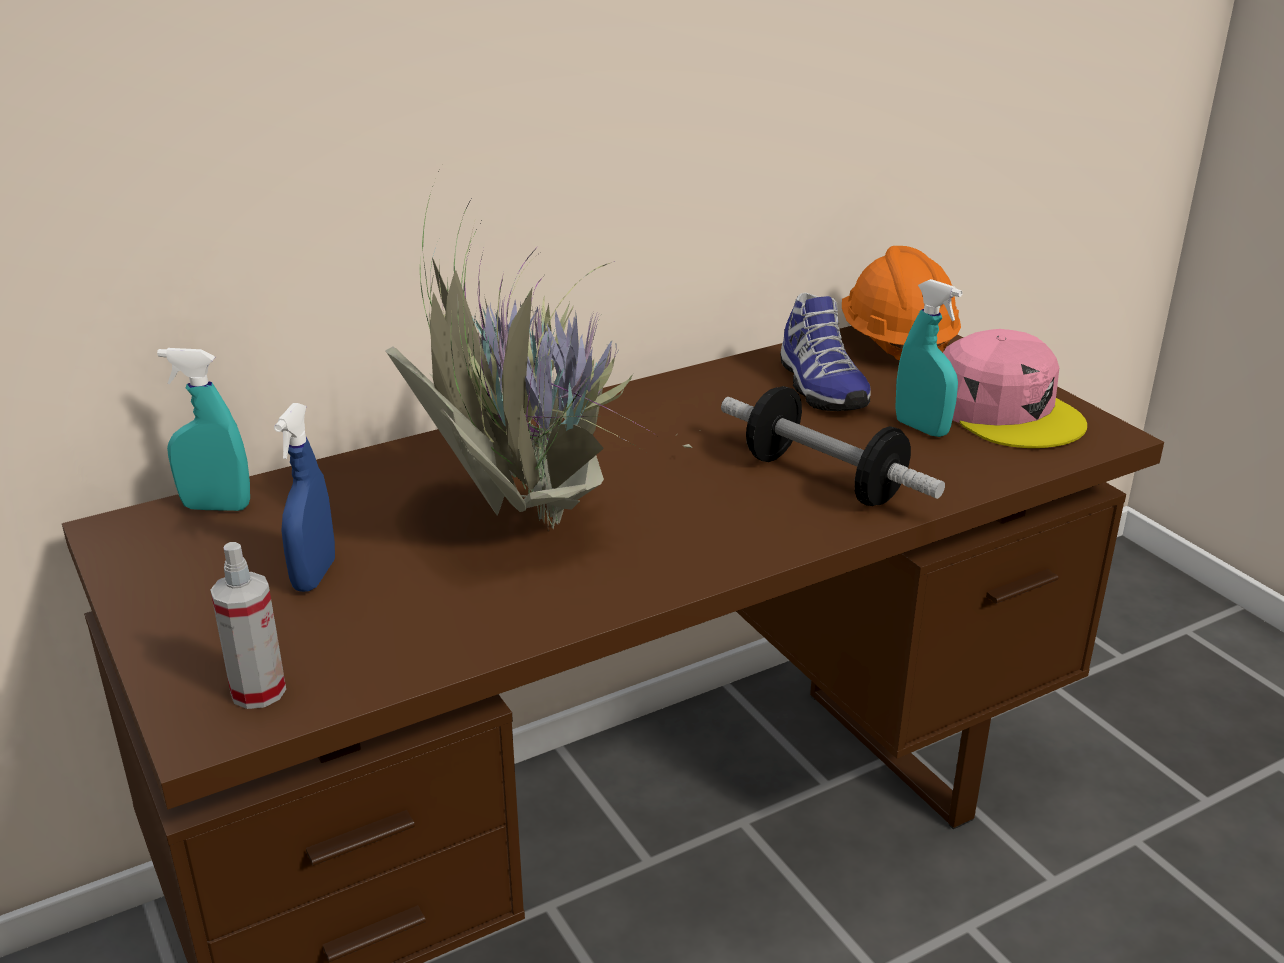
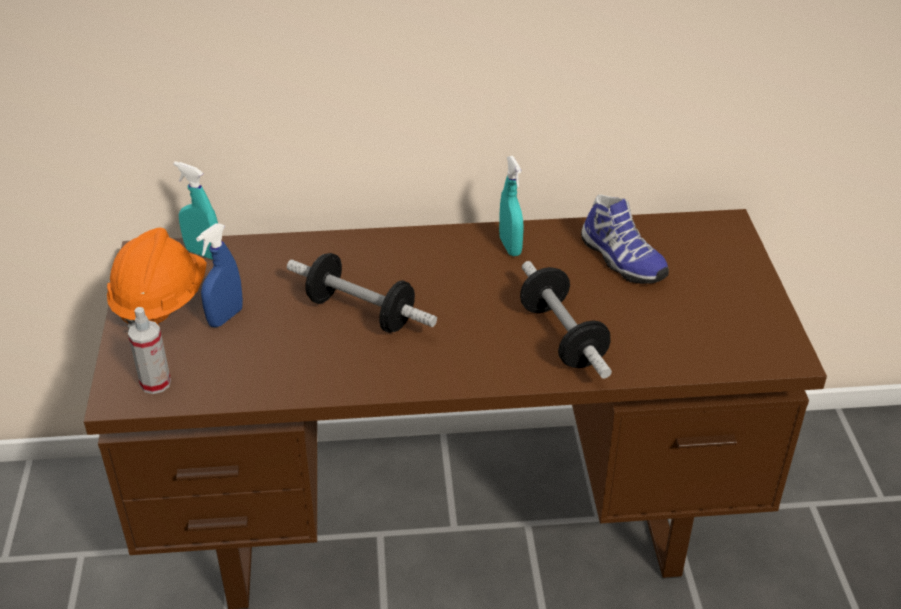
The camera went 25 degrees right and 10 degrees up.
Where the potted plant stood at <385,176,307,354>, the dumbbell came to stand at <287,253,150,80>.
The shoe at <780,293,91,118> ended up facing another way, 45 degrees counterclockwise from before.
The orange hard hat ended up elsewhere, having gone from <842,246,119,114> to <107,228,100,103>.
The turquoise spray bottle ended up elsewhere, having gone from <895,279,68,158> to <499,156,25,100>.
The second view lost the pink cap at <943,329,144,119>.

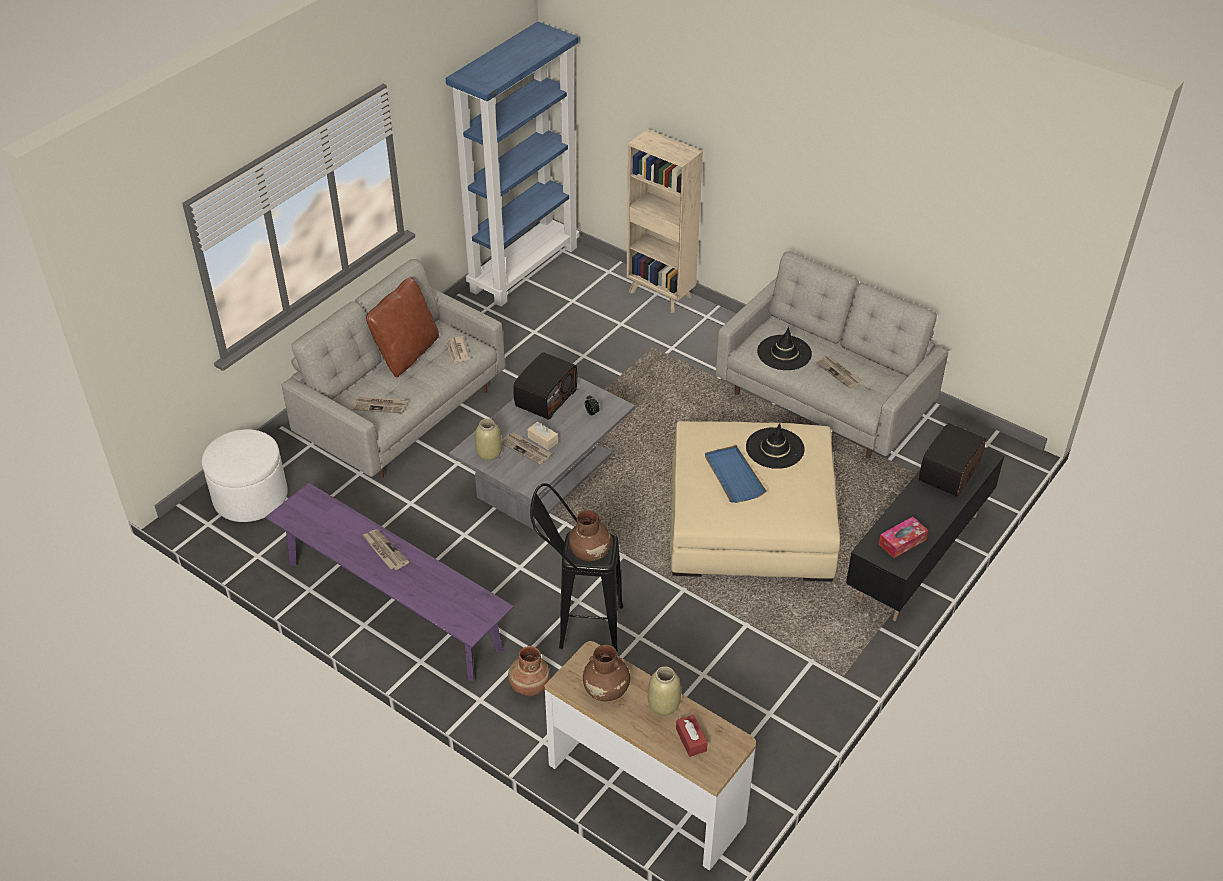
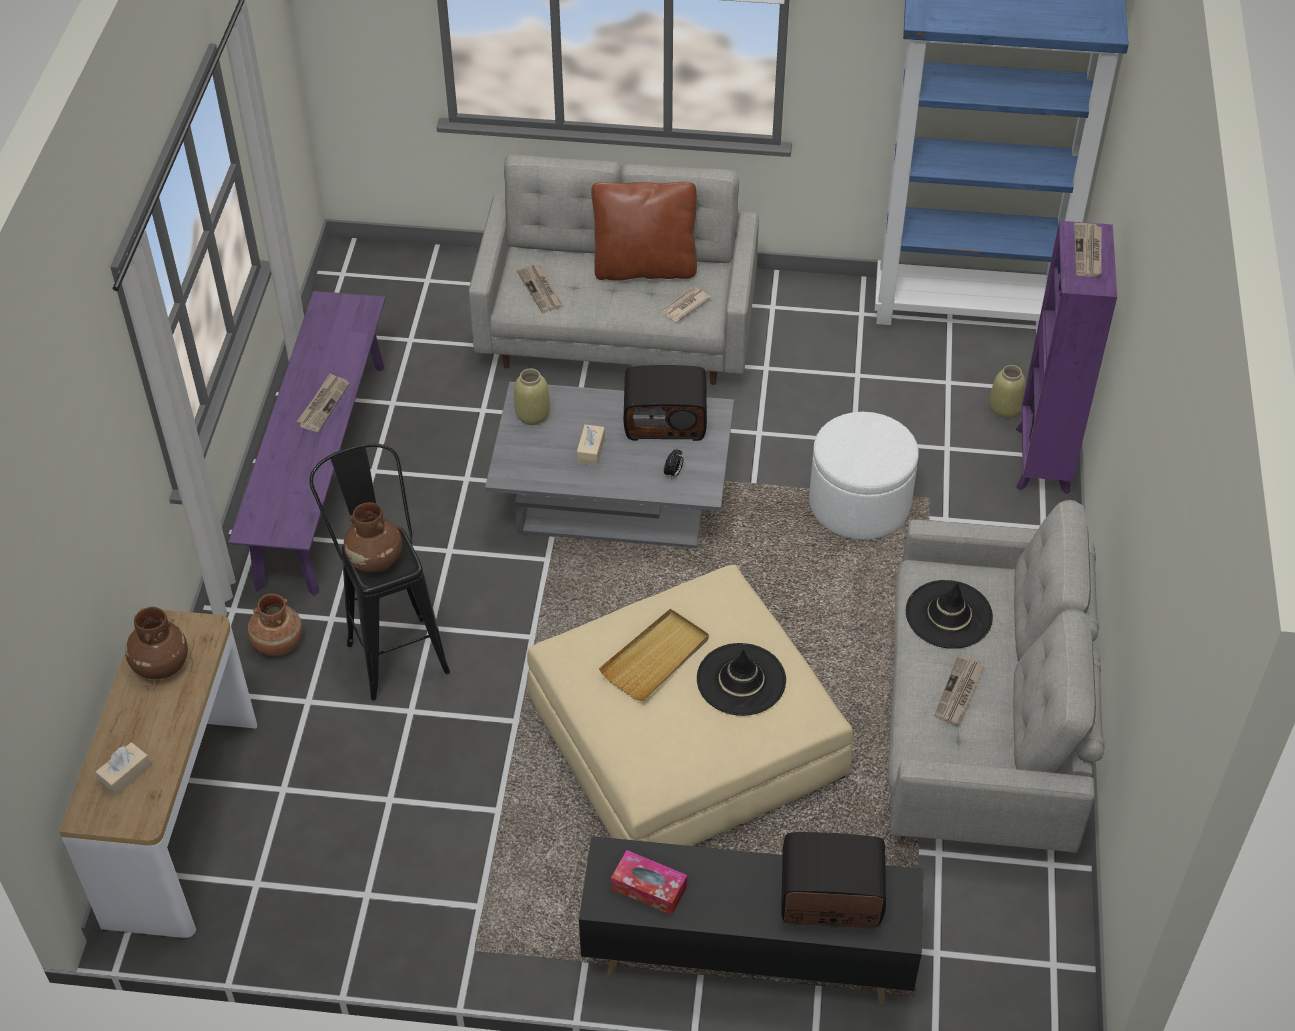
The camera went 60 degrees right and 5 degrees up.
The white ottoman ended up elsewhere, having gone from <202,429,85,93> to <809,412,110,128>.
The newspaper ended up elsewhere, having gone from <502,432,50,33> to <1074,223,28,54>.
What was the beige bookcase at <627,129,76,184> turned into the purple bookcase at <1015,221,102,273>.
The beige vase ended up elsewhere, having gone from <648,666,33,50> to <990,365,36,53>.
What was the red tissue box at <676,715,32,42> turned into the beige tissue box at <95,742,56,54>.
What was the blue tray at <705,445,62,58> turned into the beige tray at <599,609,110,92>.

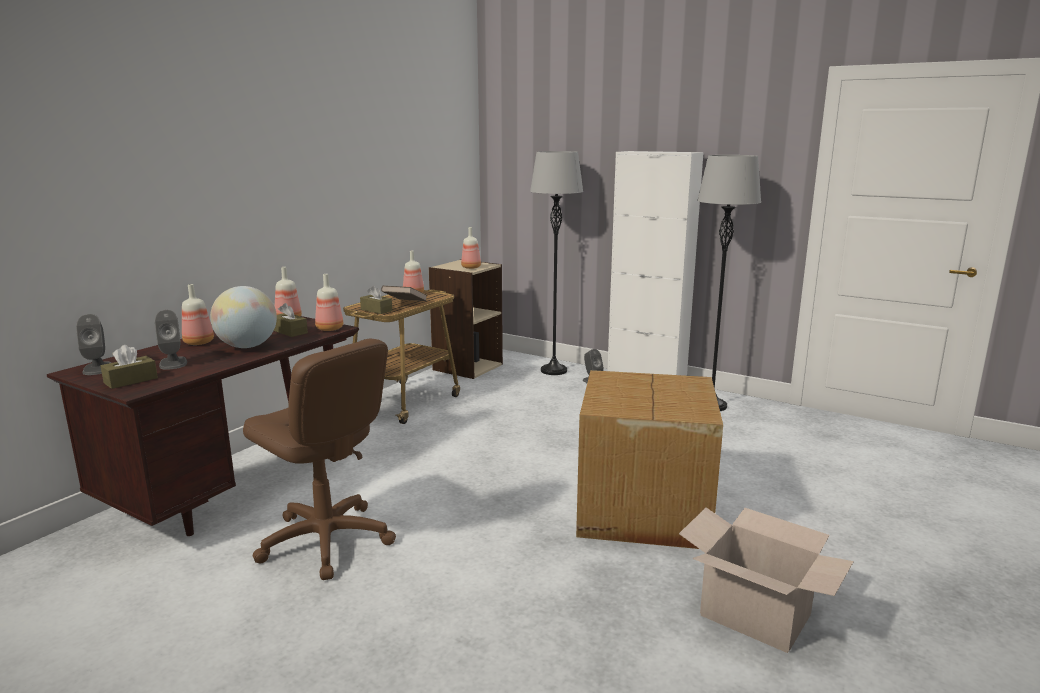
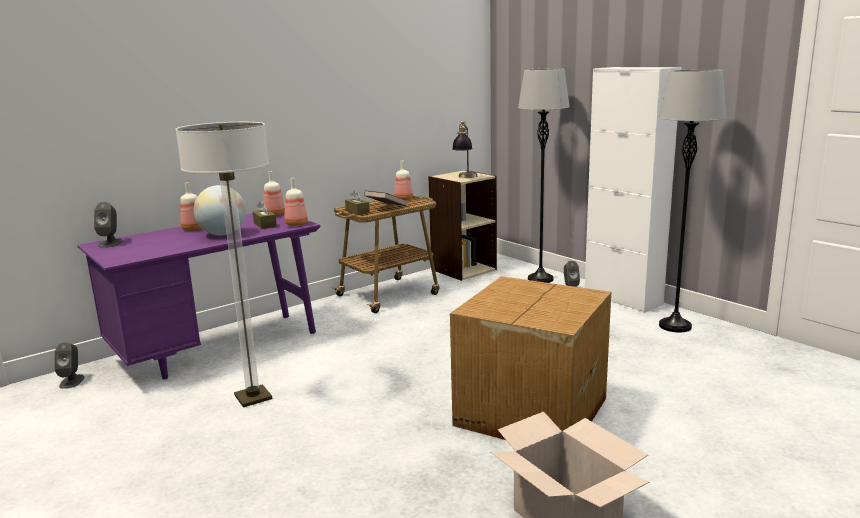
The camera went 20 degrees right and 0 degrees up.
What was the brown desk at <47,316,312,220> turned into the purple desk at <77,213,244,167>.
The second view lost the brown tissue box at <101,345,57,44>.
The grey speaker ended up elsewhere, having gone from <155,310,32,60> to <54,342,31,47>.
Where the brown office chair stood at <243,339,153,241>, the floor lamp came to stand at <175,122,98,285>.
Where the bottle stood at <461,227,20,42>, the table lamp came to stand at <452,121,25,57>.

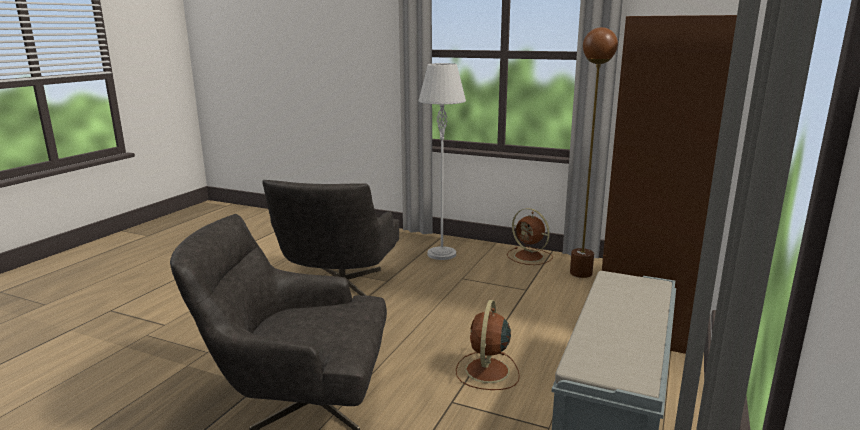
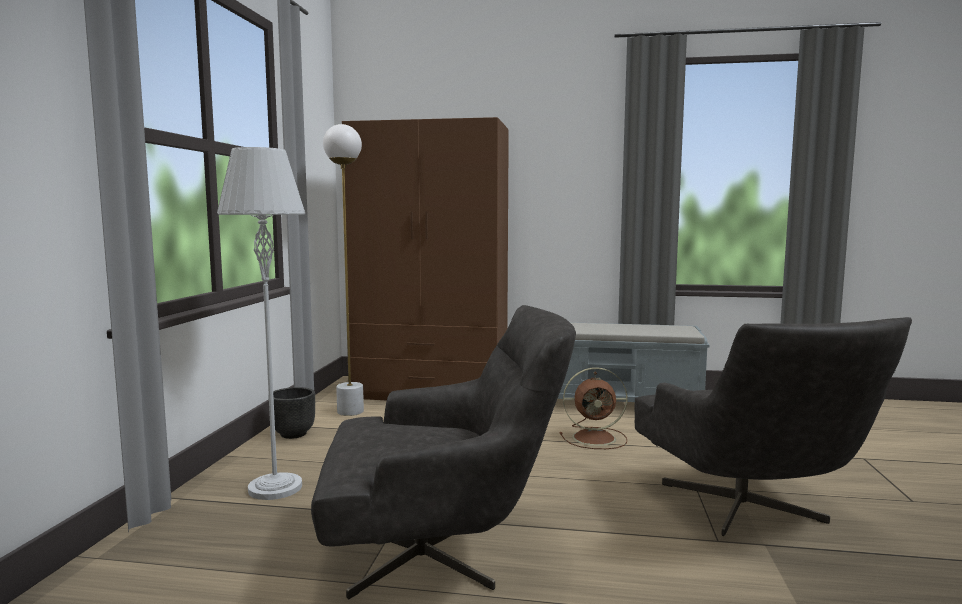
The camera went 105 degrees left and 10 degrees down.
Where the brown fan stood at <507,208,46,57>, the black planter came to stand at <273,387,42,52>.
What was the brown floor lamp at <570,27,48,251> turned into the white floor lamp at <323,124,41,292>.

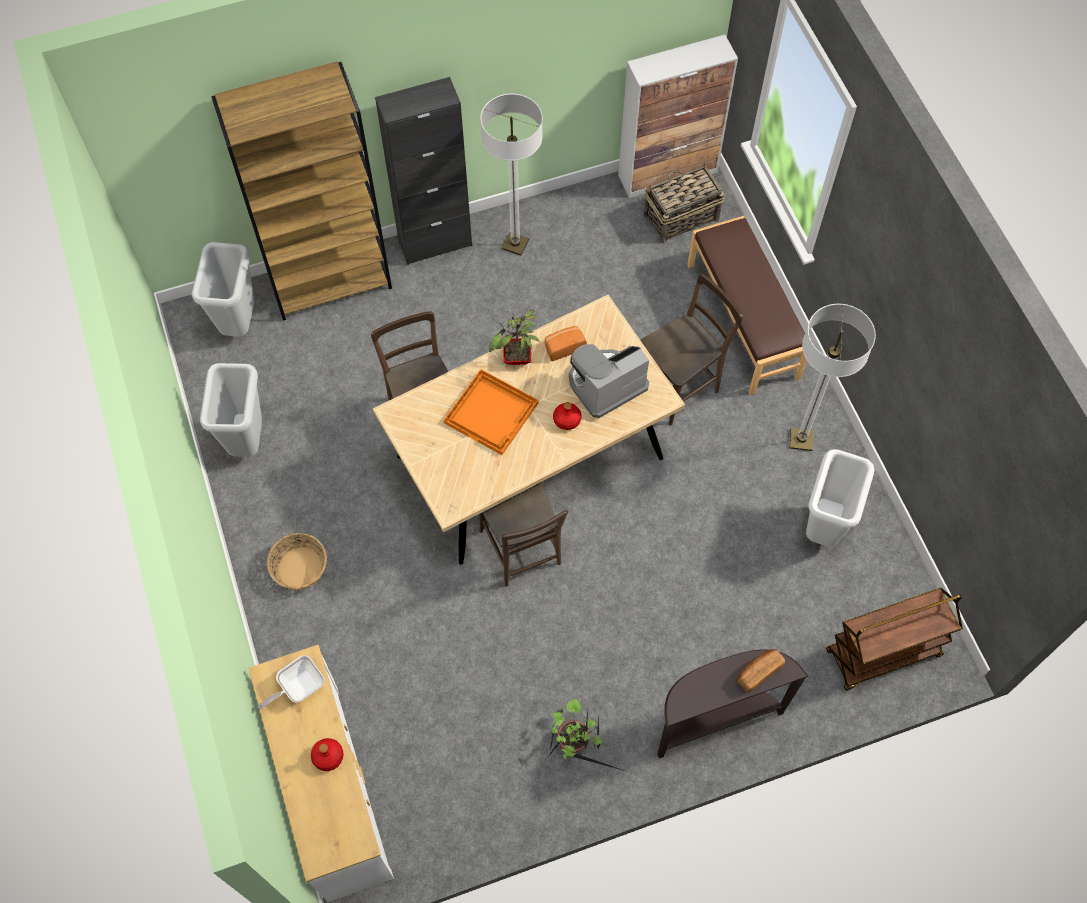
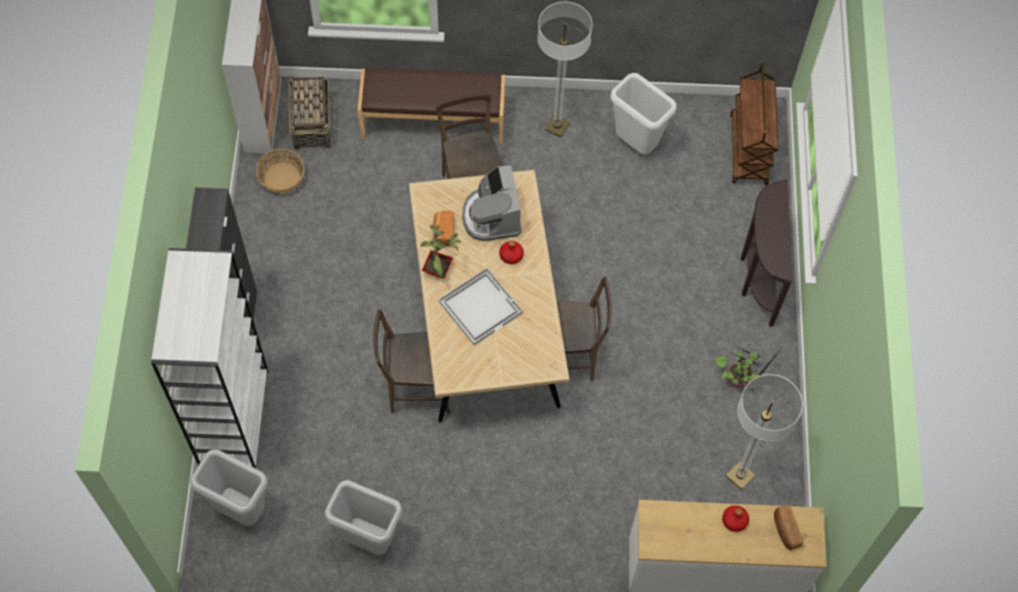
The camera went 70 degrees left and 0 degrees up.
What was the brown bookcase at <211,61,181,260> turned into the white bookcase at <151,248,117,220>.
The second view lost the frying pan at <258,655,66,55>.
The basket ended up elsewhere, having gone from <267,533,60,57> to <256,149,49,45>.
What was the orange tray at <444,369,95,86> turned into the white tray at <439,268,84,77>.
The floor lamp ended up elsewhere, having gone from <480,94,63,162> to <726,374,77,116>.
The bread ended up elsewhere, having gone from <737,649,48,43> to <774,505,29,45>.

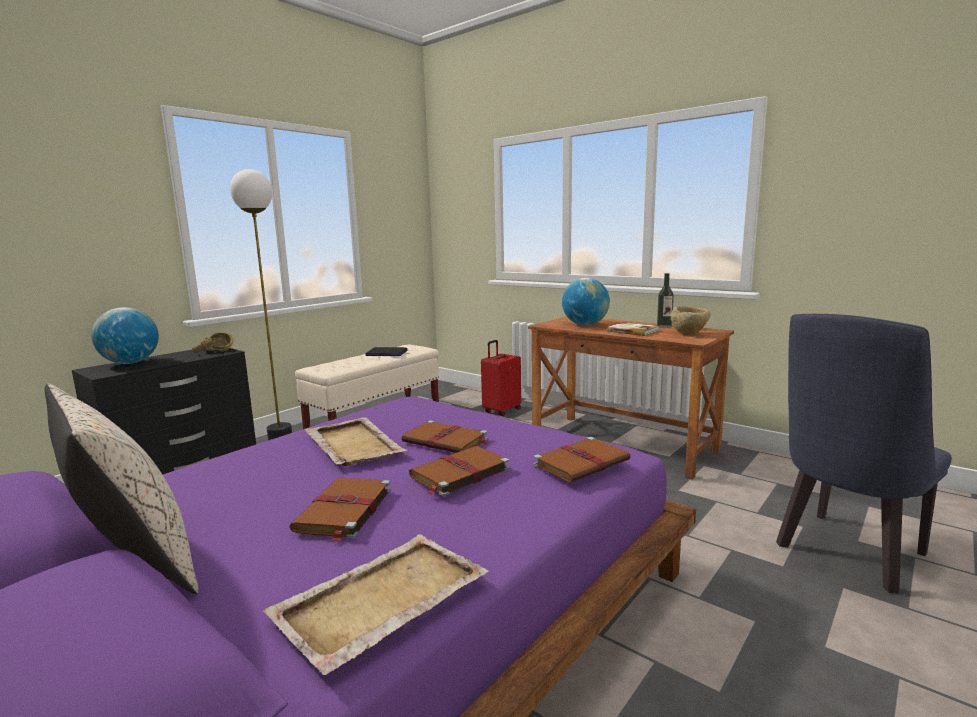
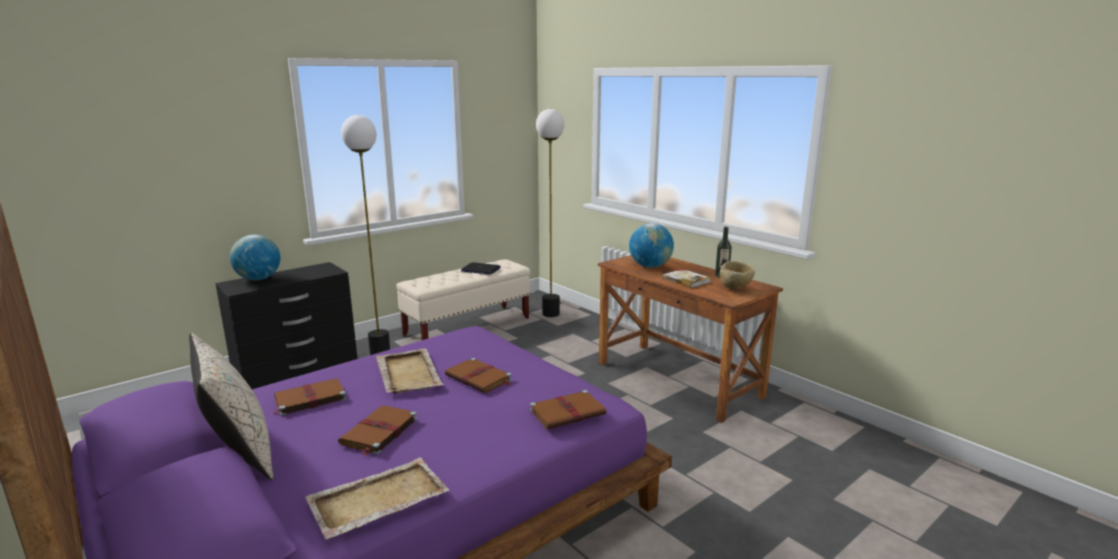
The camera went 10 degrees right and 5 degrees up.
The second view lost the brown bowl at <192,332,41,20>.
The brown book ended up elsewhere, having gone from <409,446,101,50> to <274,378,72,38>.
The second view lost the red suitcase at <481,340,40,76>.
The second view lost the blue chair at <776,314,176,280>.
The second view gained the floor lamp at <536,109,29,208>.

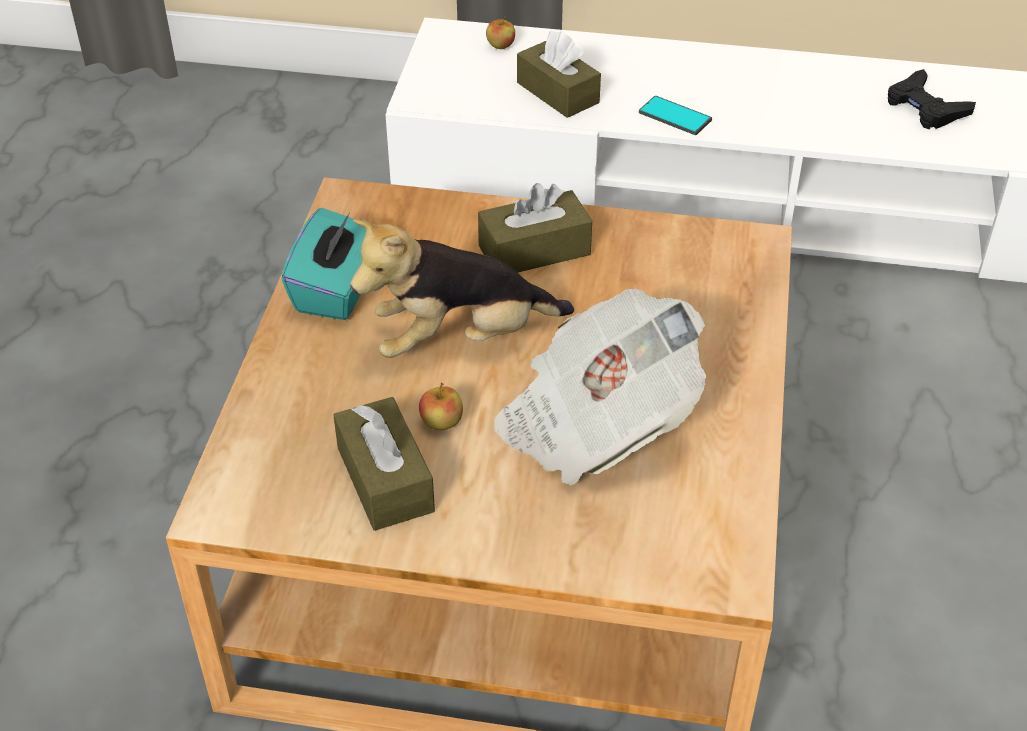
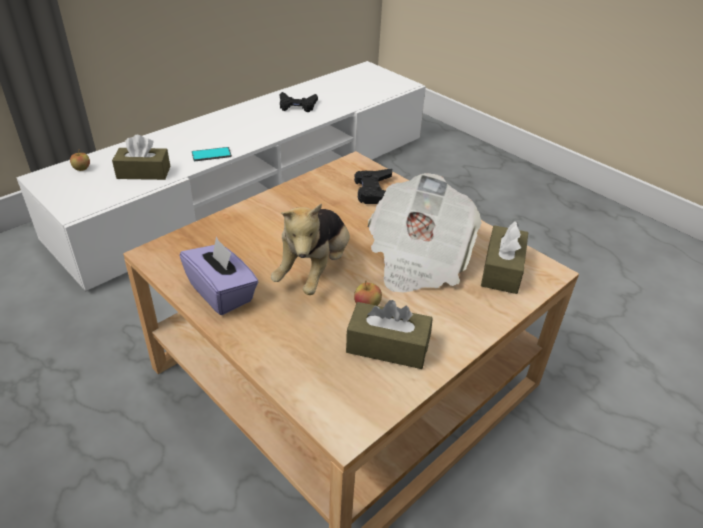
The camera went 55 degrees left and 5 degrees down.
What was the turquoise tissue box at <282,208,84,112> turned into the purple tissue box at <180,236,78,79>.
The brown tissue box ended up elsewhere, having gone from <478,183,114,90> to <481,221,47,73>.
The second view gained the black game controller at <354,169,38,35>.

